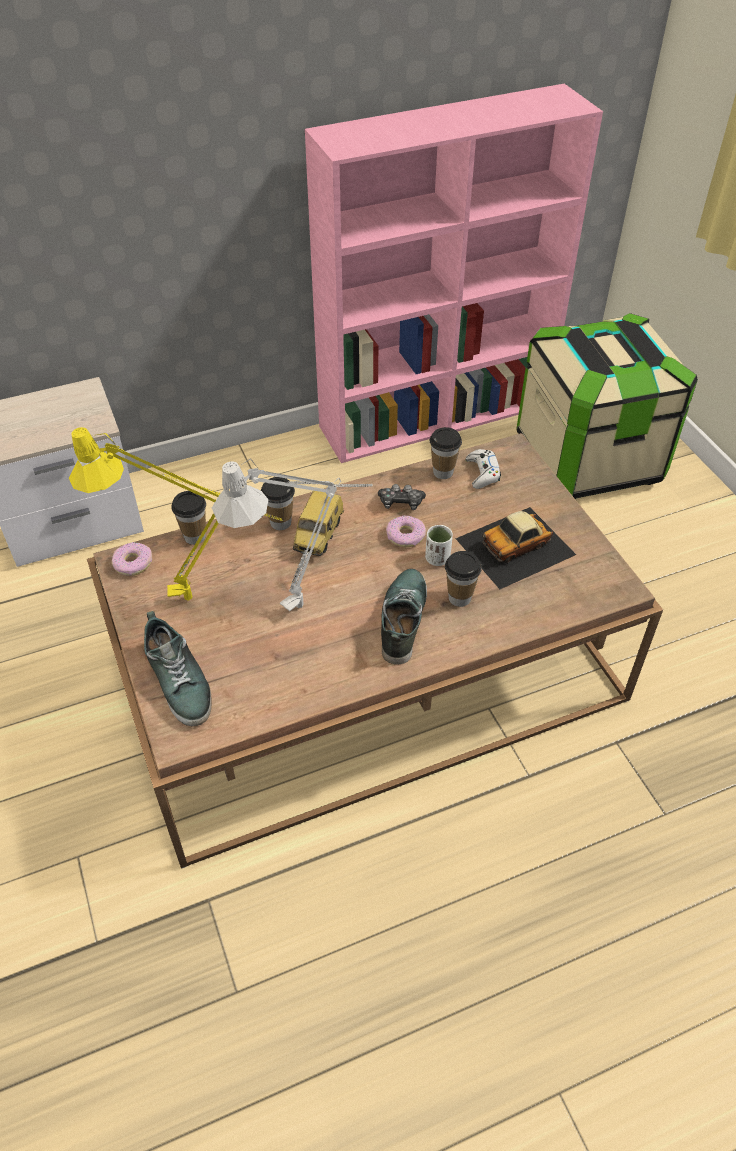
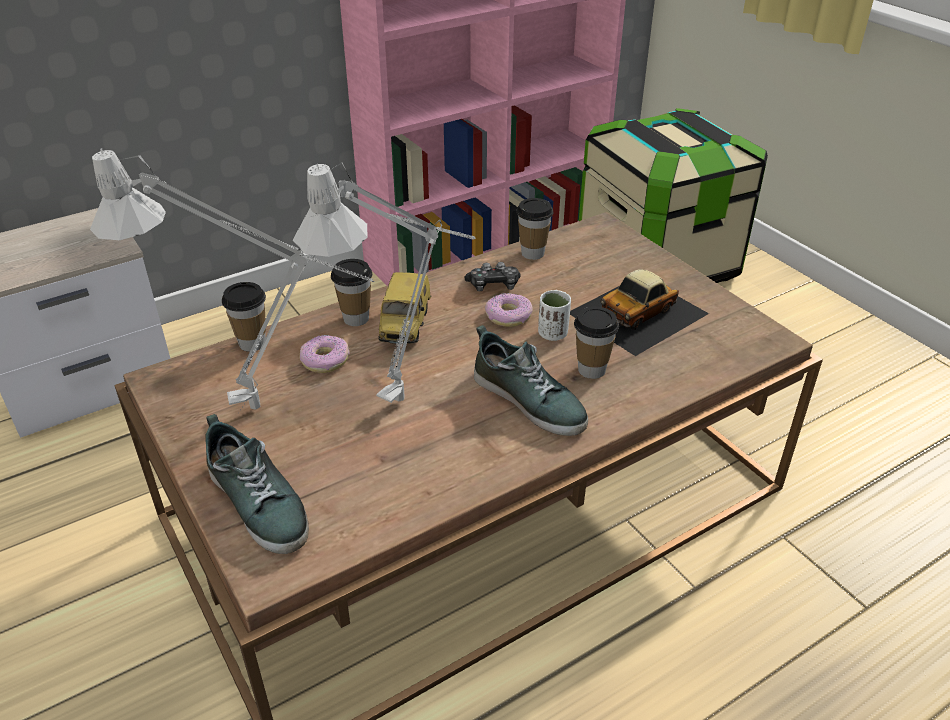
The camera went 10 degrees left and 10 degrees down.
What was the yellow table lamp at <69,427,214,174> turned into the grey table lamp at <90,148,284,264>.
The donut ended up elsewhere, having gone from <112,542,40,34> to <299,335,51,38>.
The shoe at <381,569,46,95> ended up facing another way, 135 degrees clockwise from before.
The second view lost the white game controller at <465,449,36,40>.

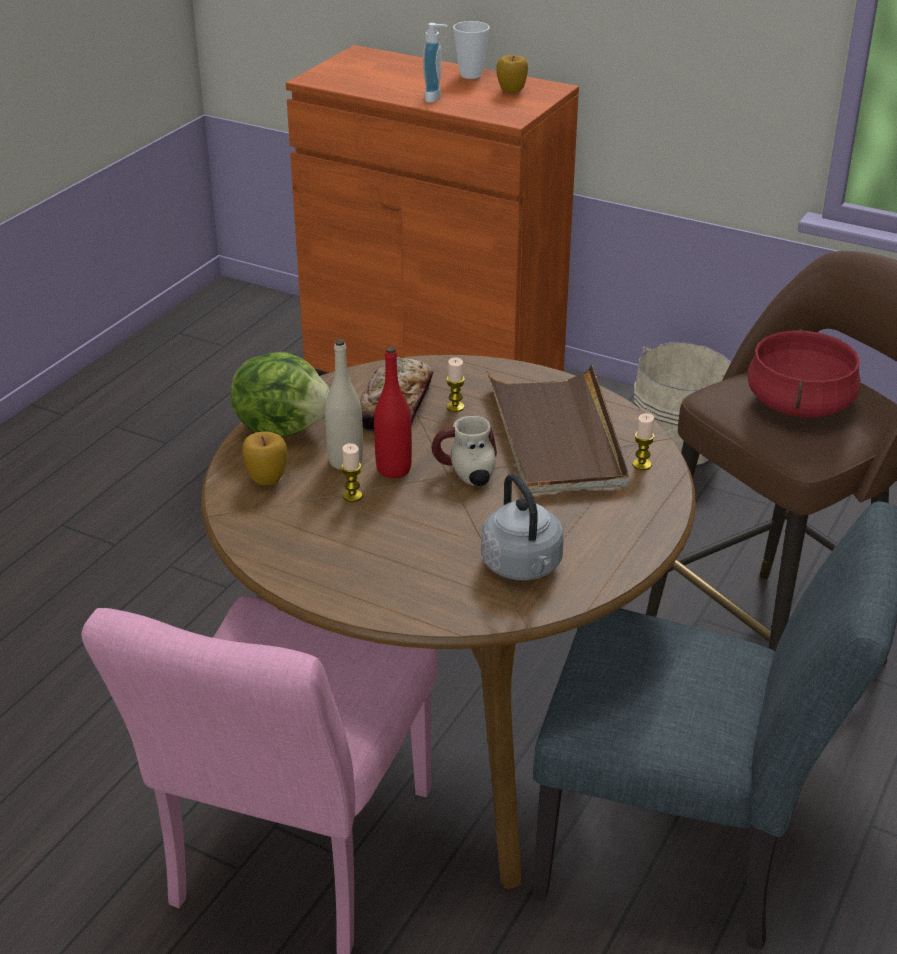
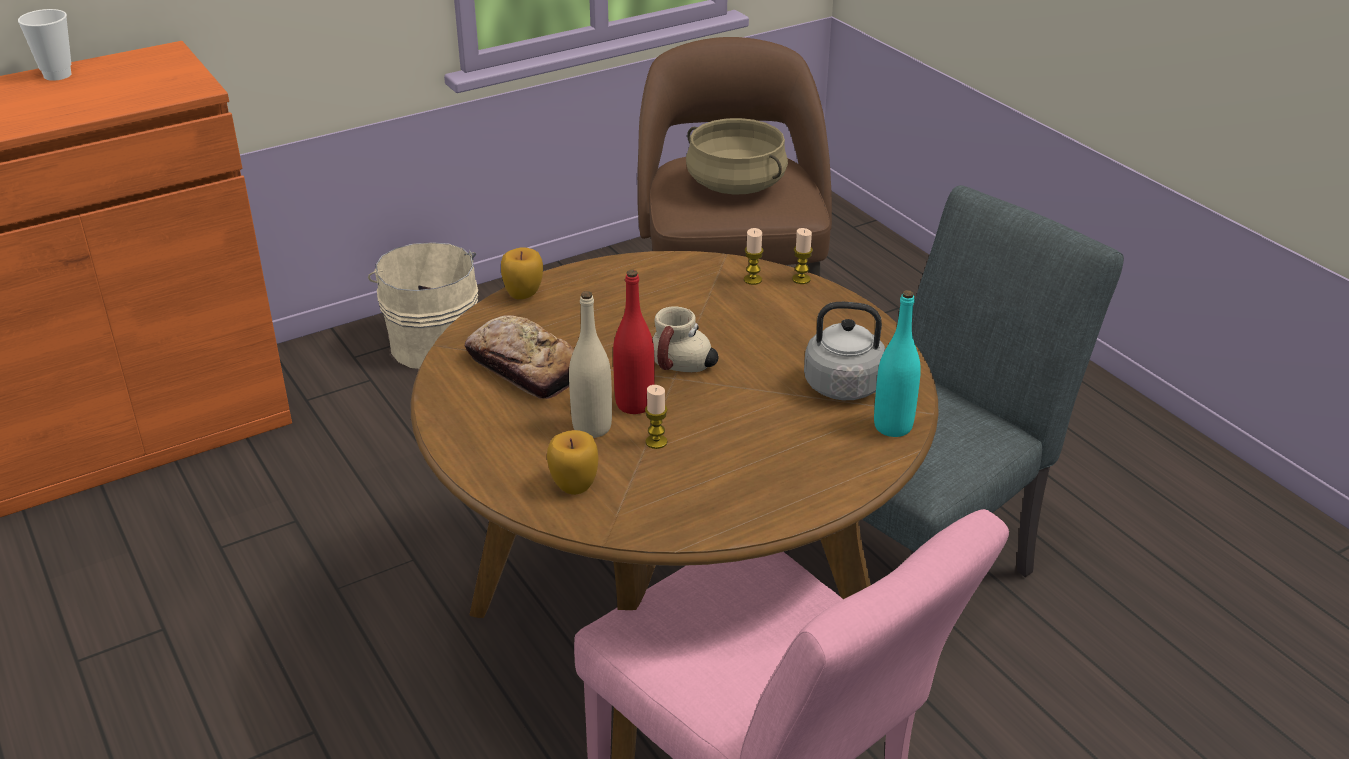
The camera went 60 degrees left and 0 degrees up.
The second view lost the lettuce at <231,351,99,85>.
The second view lost the soap dispenser at <423,23,25,80>.
The candle ended up elsewhere, having gone from <446,357,19,55> to <792,228,21,56>.
The second view lost the brown tray at <486,364,143,130>.
The apple ended up elsewhere, having gone from <496,55,32,38> to <501,247,42,52>.
What was the red cooking pot at <747,329,114,89> turned into the beige cooking pot at <686,118,102,77>.
The second view gained the turquoise bottle at <874,290,47,147>.

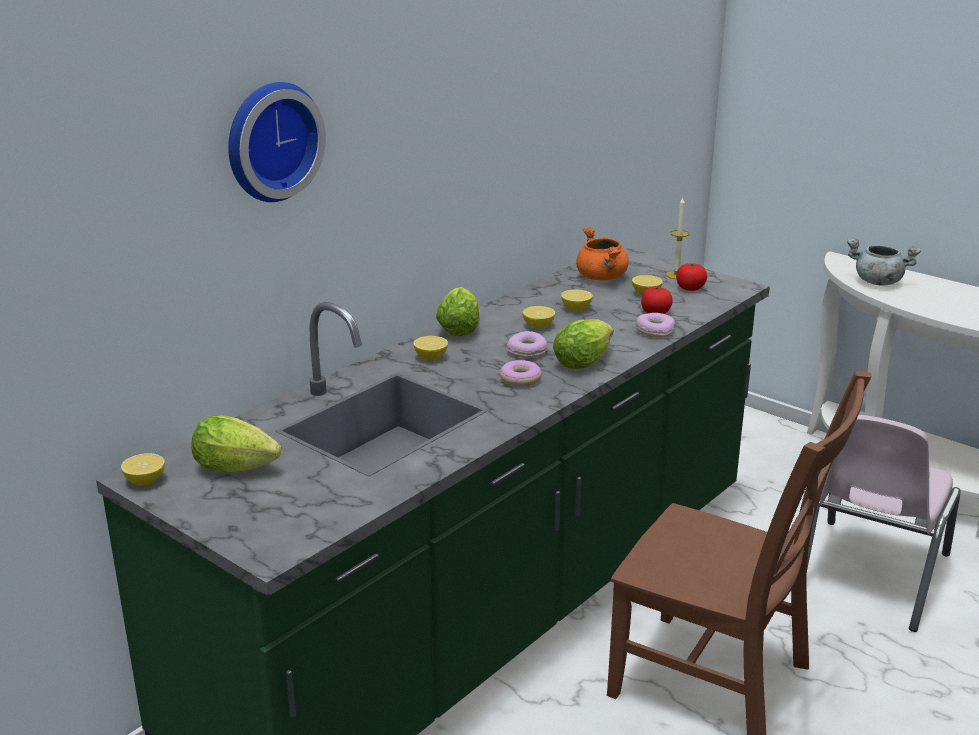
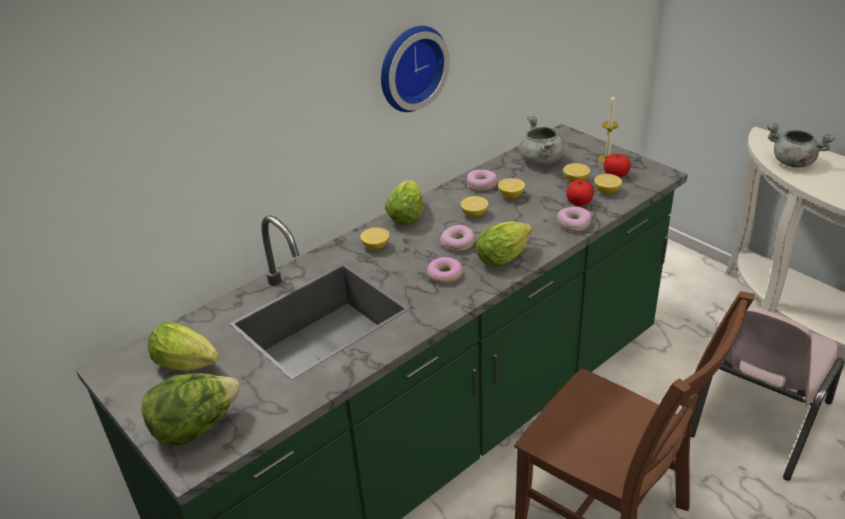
The camera went 10 degrees right and 10 degrees up.
The lemon ended up elsewhere, having gone from <121,453,44,33> to <594,174,28,20>.
The wall clock ended up elsewhere, having gone from <228,82,98,120> to <381,26,69,86>.
What was the orange cooking pot at <576,227,53,53> turned into the grey cooking pot at <519,116,45,49>.
The second view gained the lettuce at <142,373,99,73>.
The second view gained the donut at <467,169,31,22>.

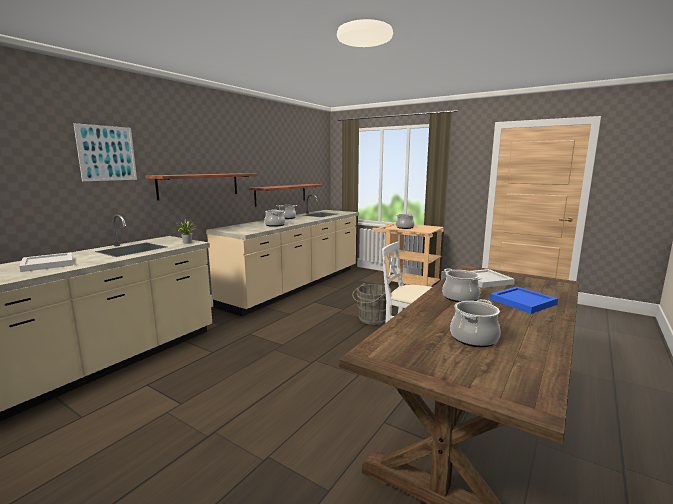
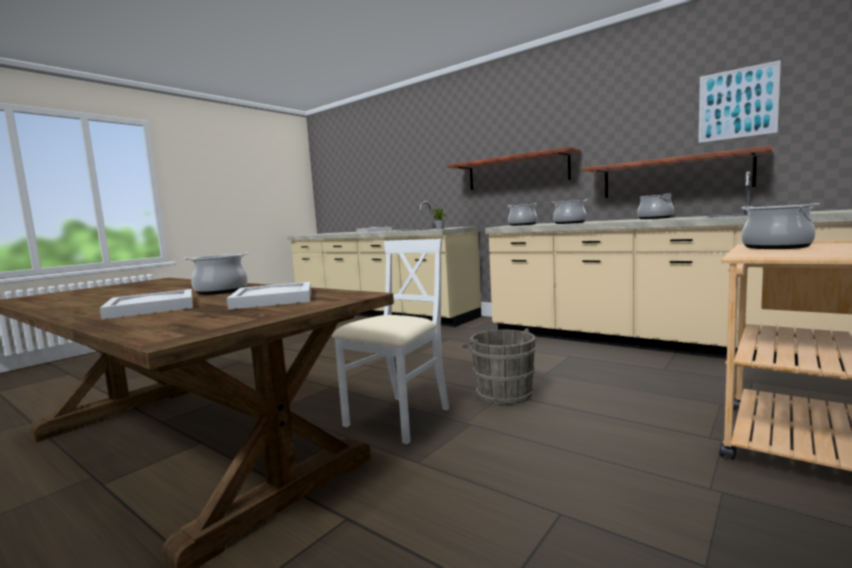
The camera went 95 degrees right and 5 degrees down.
The picture ended up elsewhere, having gone from <73,123,64,58> to <698,60,83,83>.
The cooking pot ended up elsewhere, having gone from <450,299,51,48> to <508,203,30,23>.
What was the blue tray at <490,286,68,28> turned into the white tray at <100,289,93,30>.

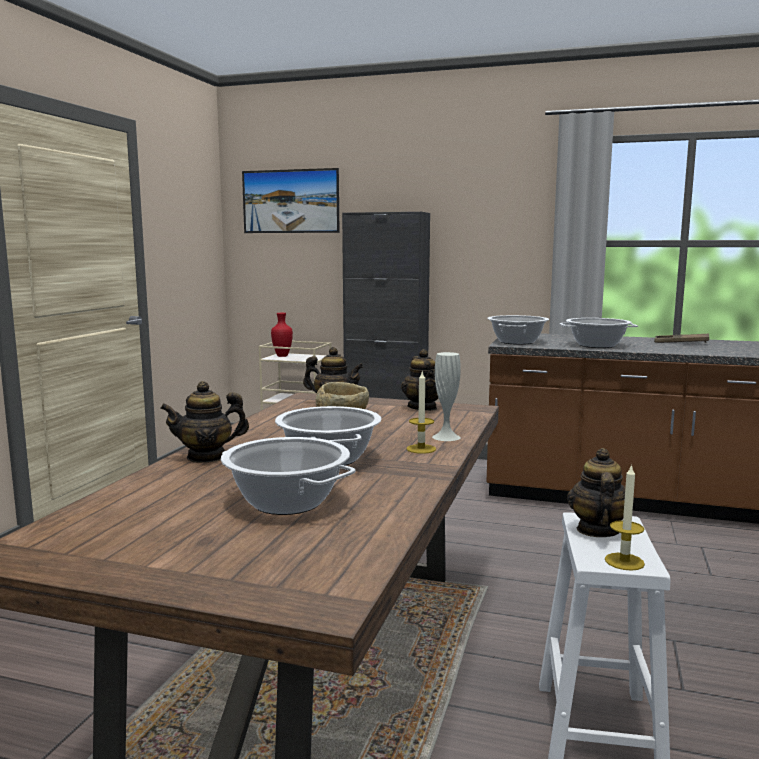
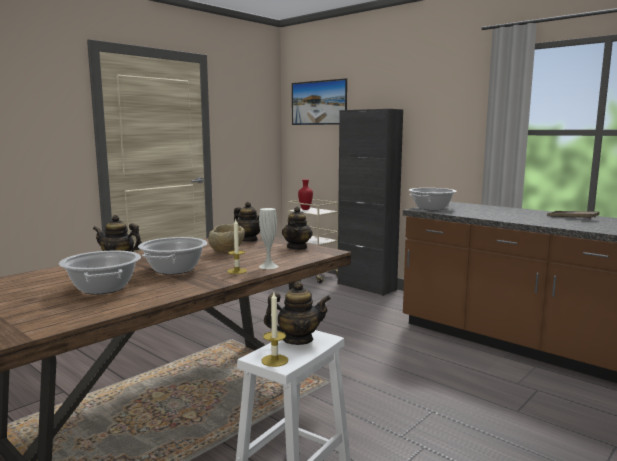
The camera went 25 degrees right and 0 degrees up.
The second view lost the cooking pot at <560,318,78,30>.
The teapot at <567,448,67,89> ended up facing another way, 45 degrees clockwise from before.

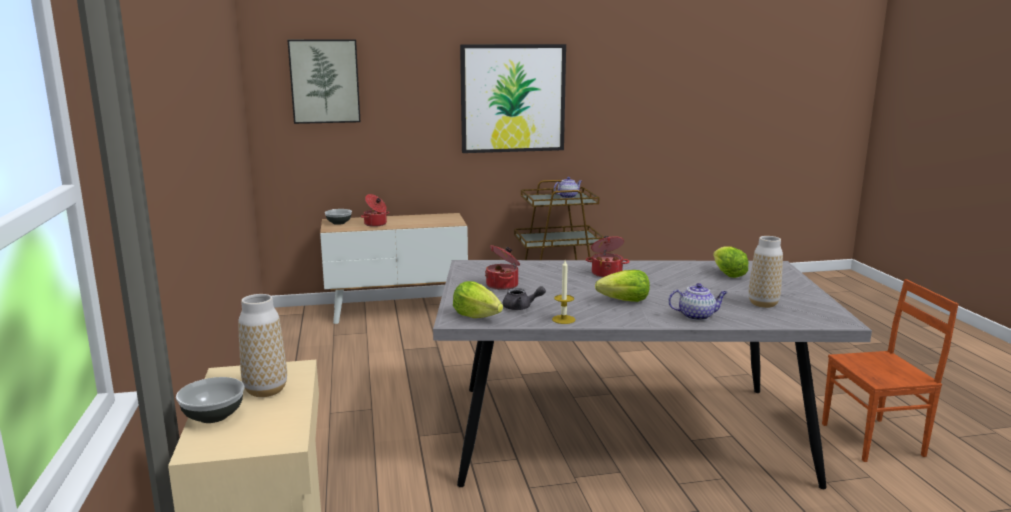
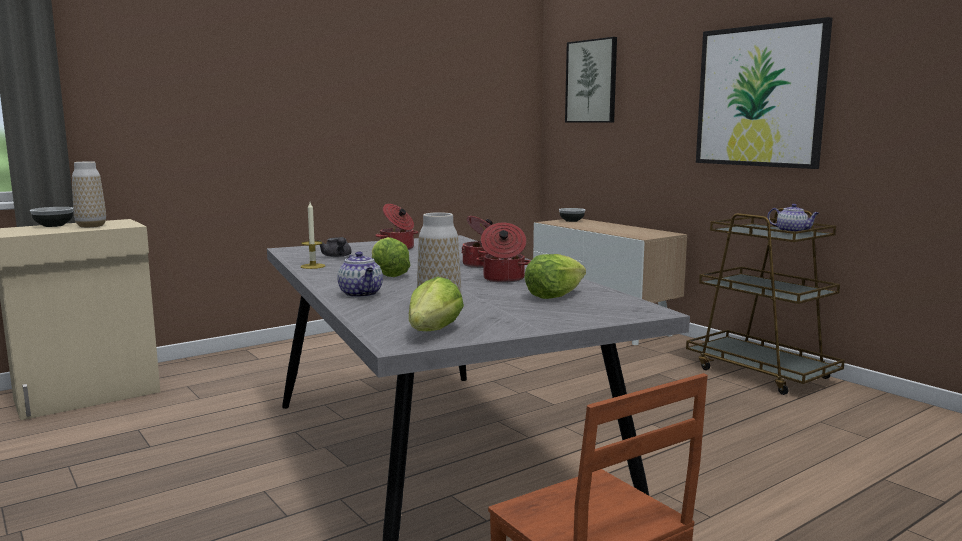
The camera went 65 degrees right and 5 degrees down.
The cooking pot ended up elsewhere, having gone from <361,194,29,33> to <476,223,54,60>.
The lettuce ended up elsewhere, having gone from <453,281,50,37> to <409,277,55,54>.

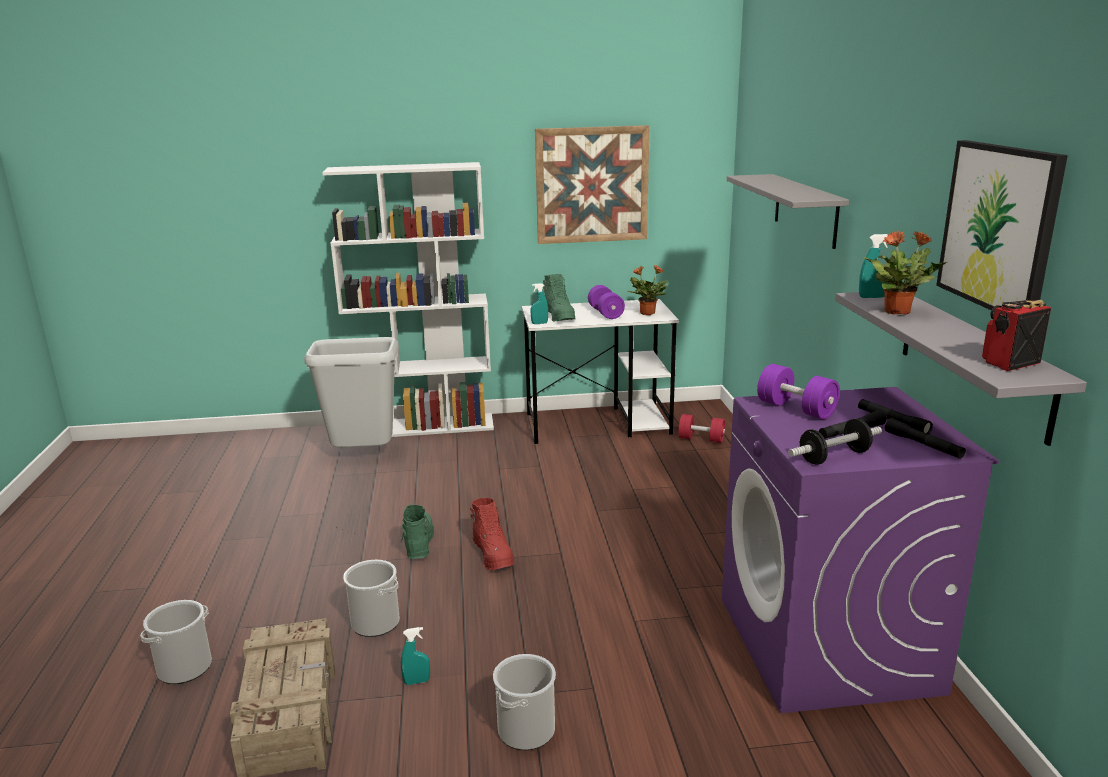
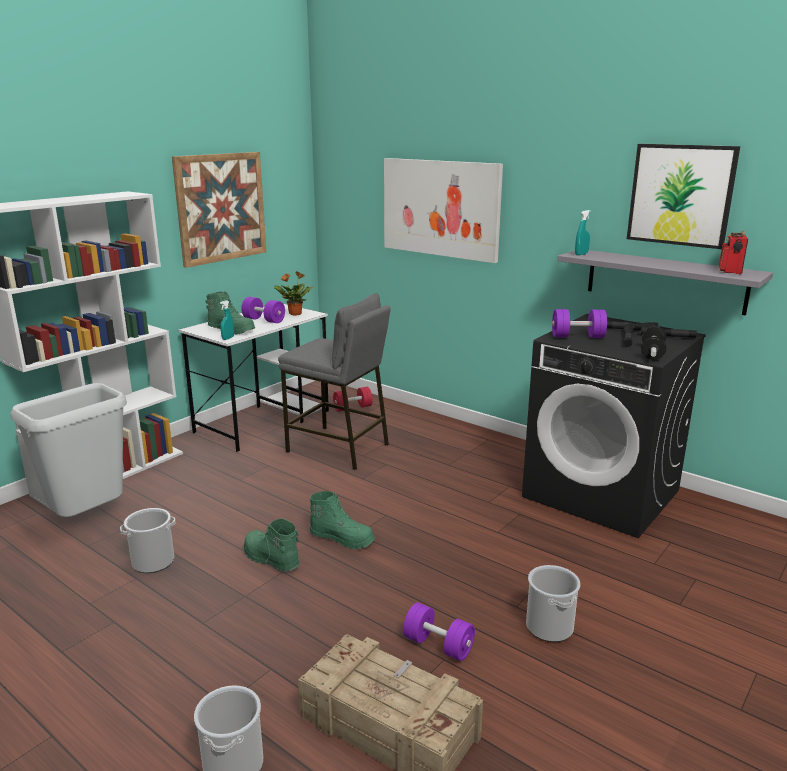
The camera went 45 degrees left and 0 degrees up.
The bucket ended up elsewhere, having gone from <343,560,57,77> to <120,508,56,65>.
Where the turquoise spray bottle stood at <401,627,29,58>, the purple dumbbell came to stand at <403,603,72,58>.
What was the red boot at <470,498,44,72> turned into the green boot at <310,491,65,59>.
What was the purple washing machine at <722,387,278,326> turned into the black washing machine at <522,314,184,224>.
Where the grey shelf hung at <727,174,122,75>, the picture came to hang at <384,158,119,105>.
The second view lost the potted plant at <864,230,83,85>.
The second view gained the grey stool at <278,293,112,177>.

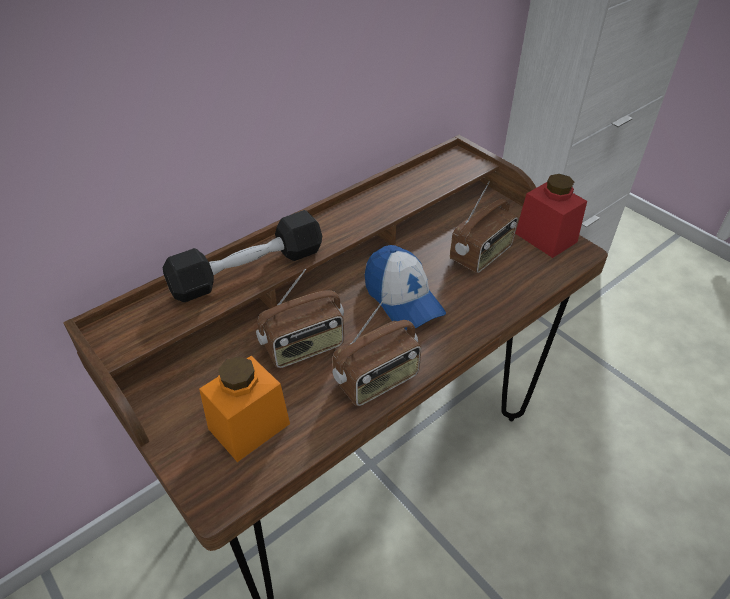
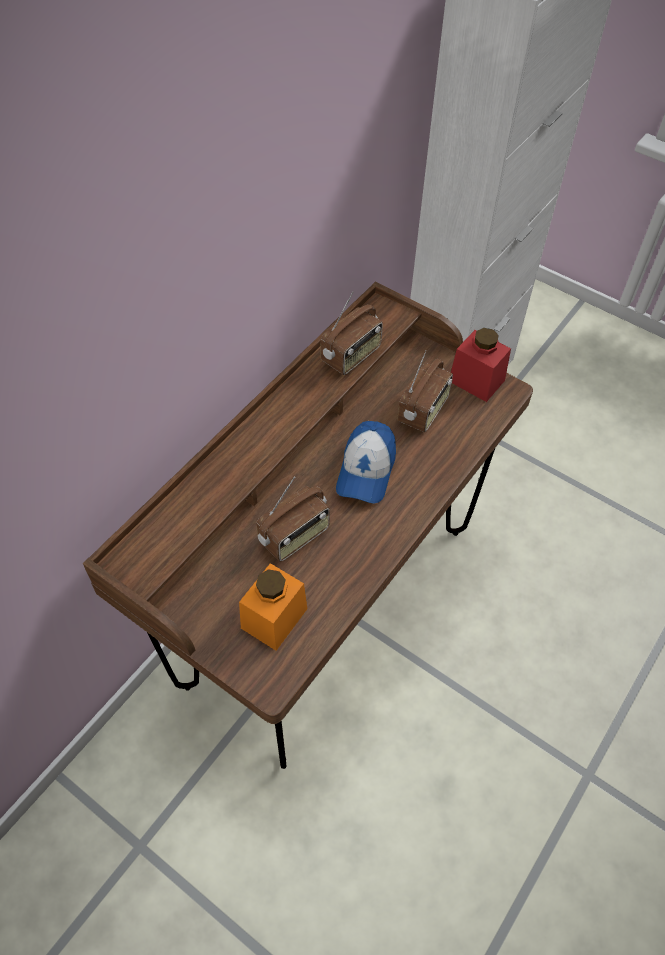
The camera went 15 degrees left and 10 degrees up.
The second view lost the black dumbbell at <162,210,160,92>.
The radio ended up elsewhere, having gone from <332,301,89,105> to <320,291,63,84>.
The cap at <365,245,81,85> ended up facing another way, 60 degrees clockwise from before.

